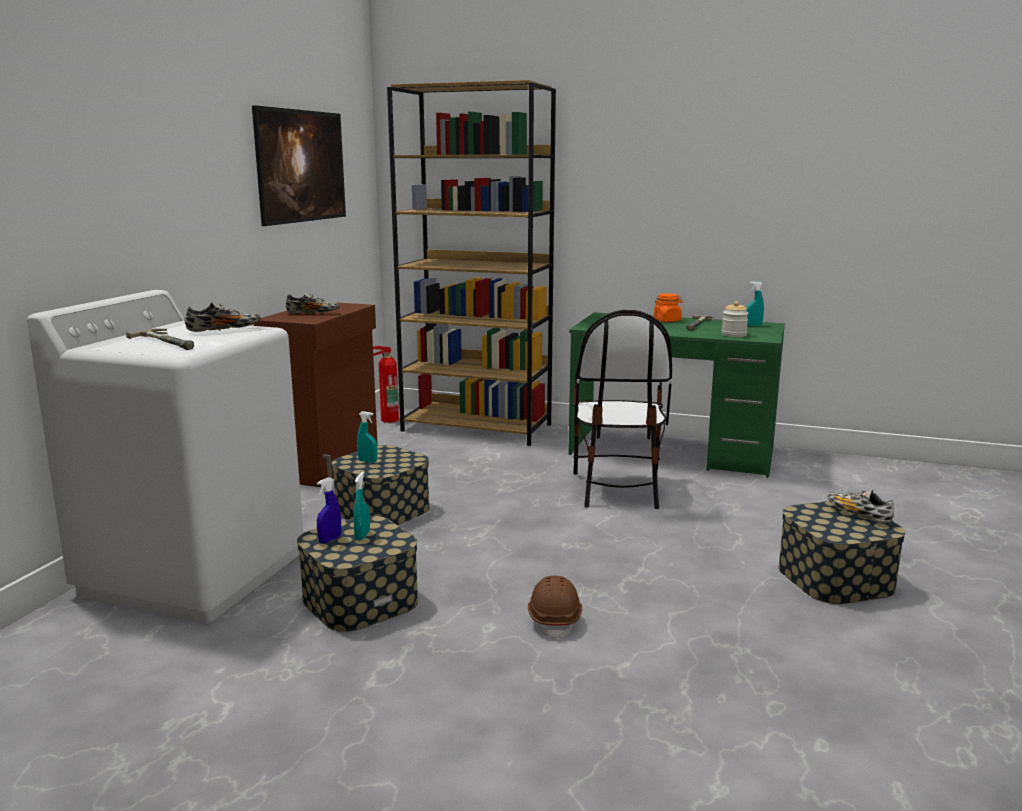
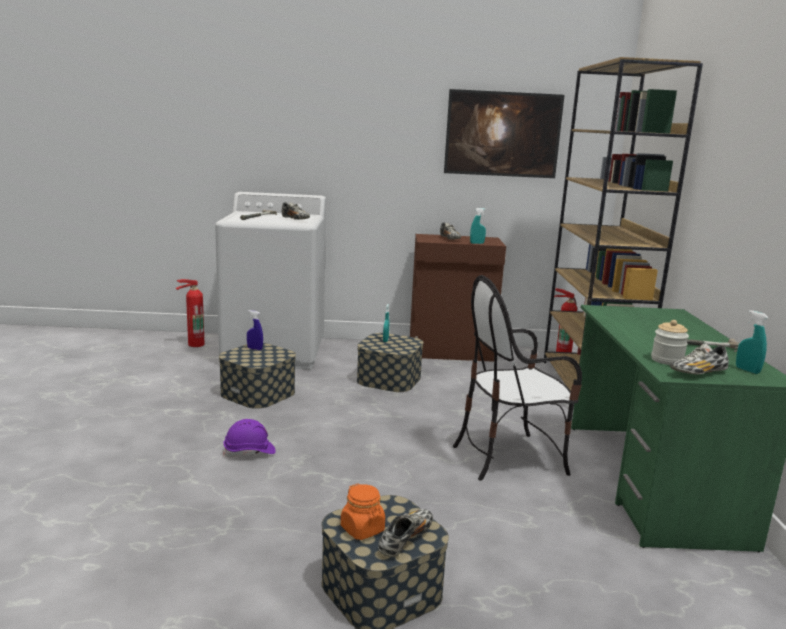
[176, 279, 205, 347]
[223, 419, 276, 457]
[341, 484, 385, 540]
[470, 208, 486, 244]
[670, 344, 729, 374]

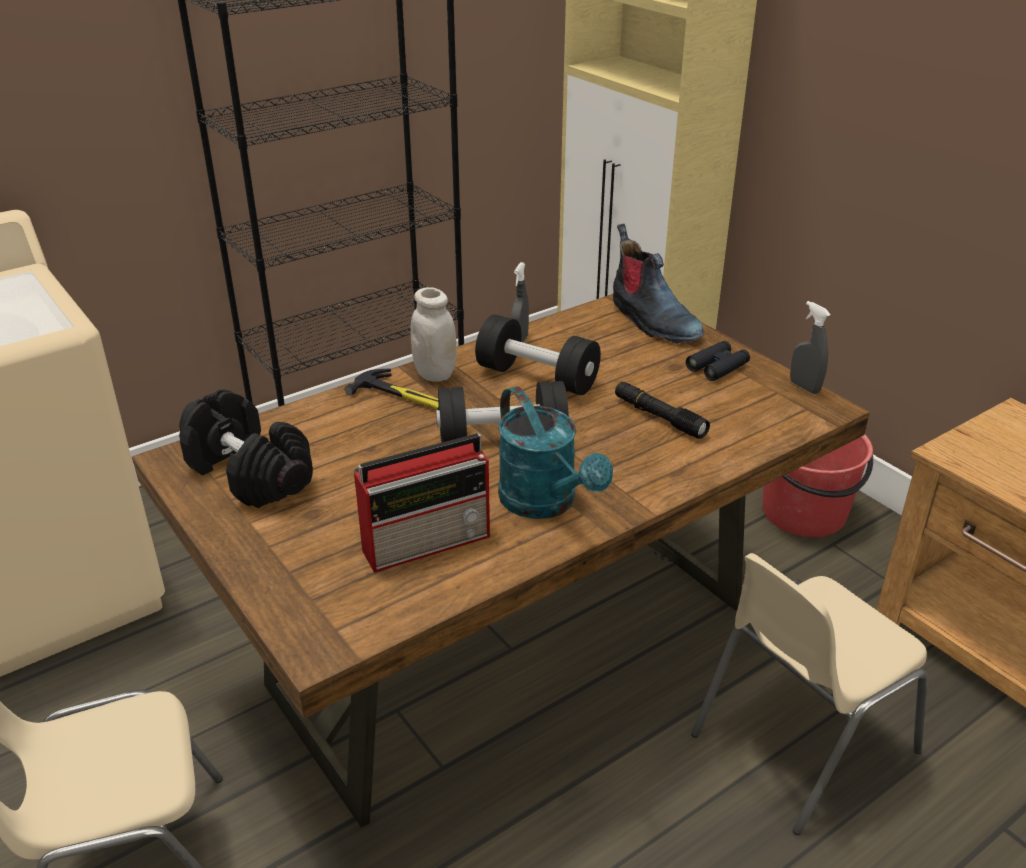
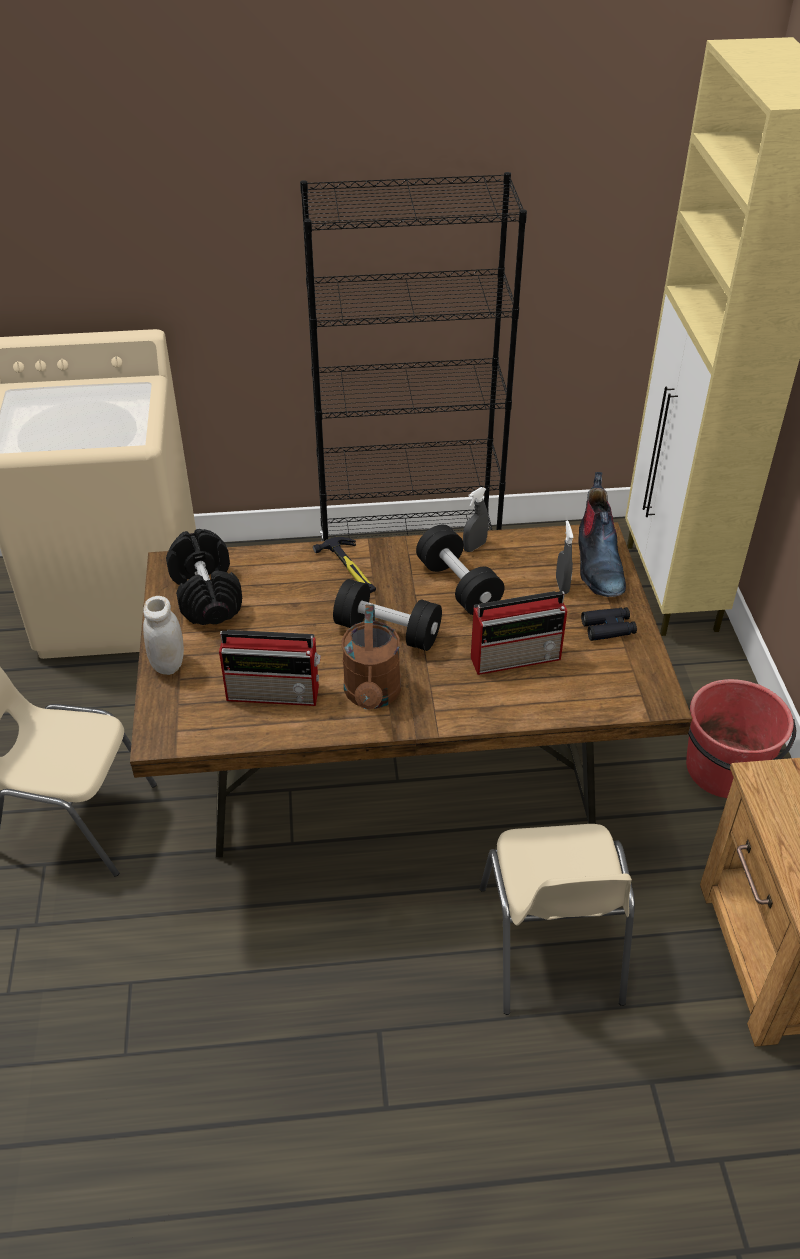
[143, 596, 184, 675]
[342, 604, 401, 710]
[471, 591, 567, 675]
[480, 824, 635, 1015]
[556, 521, 574, 594]

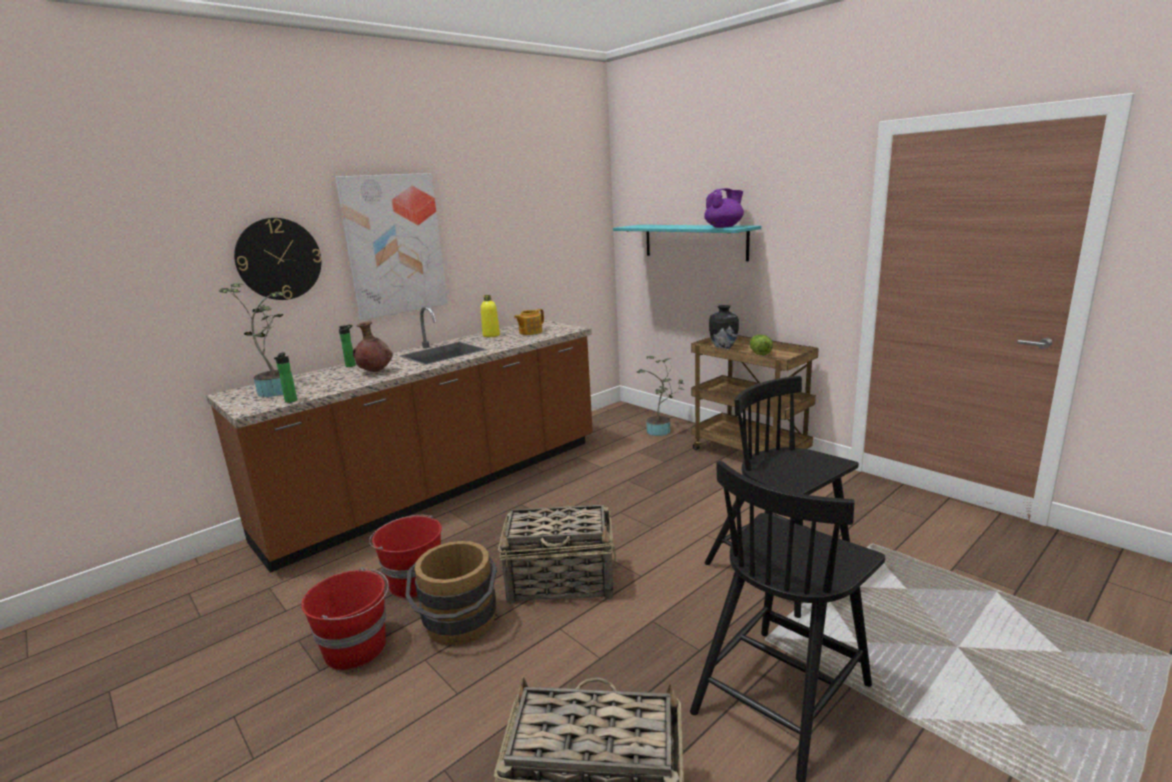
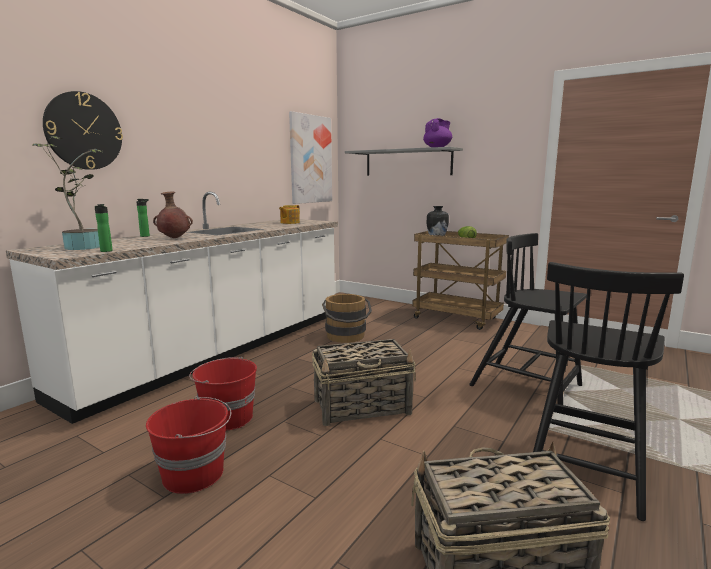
[6, 192, 338, 424]
[289, 111, 332, 204]
[322, 294, 372, 343]
[345, 147, 463, 176]
[481, 295, 500, 337] (first image)
[637, 356, 684, 436] (first image)

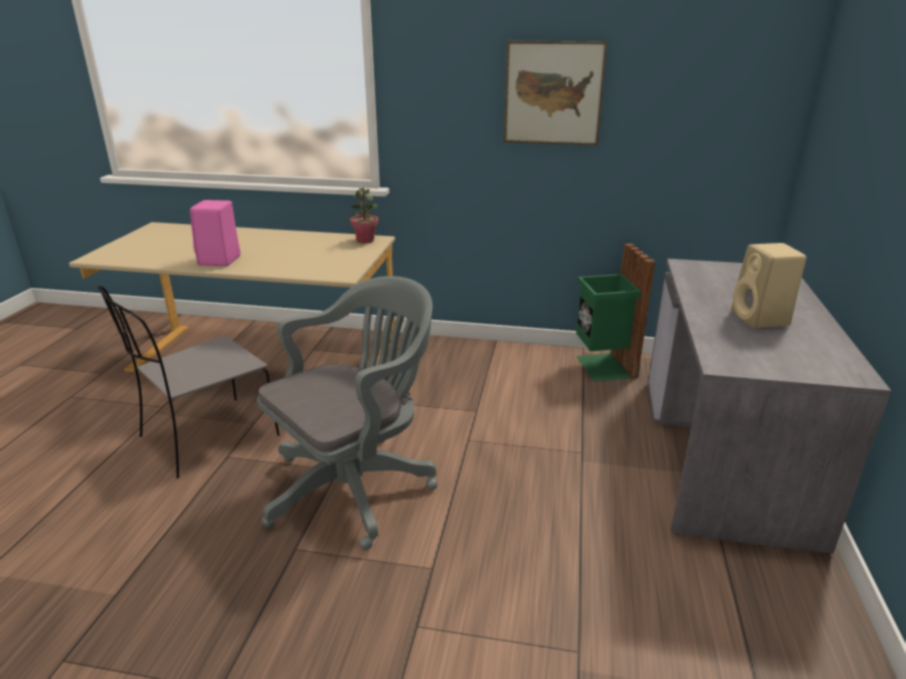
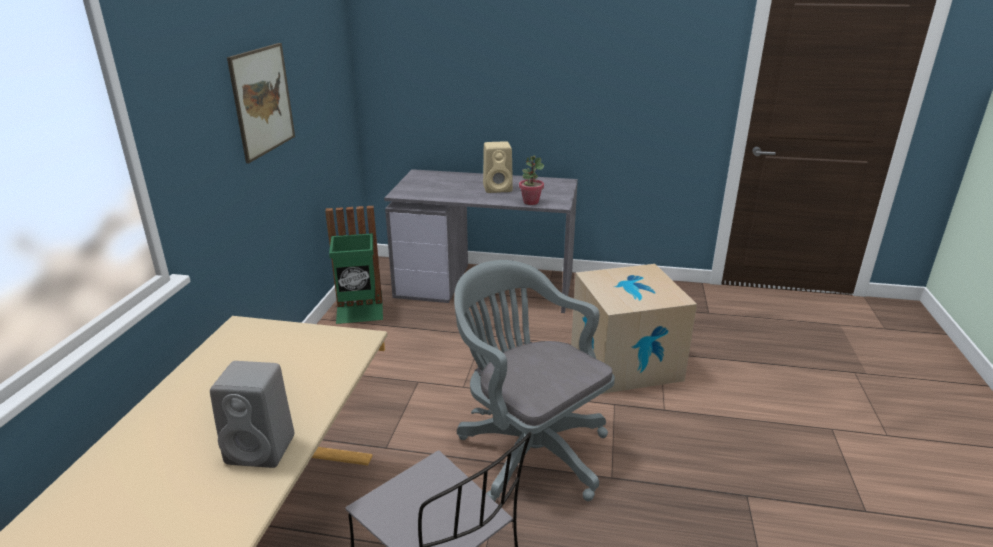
[210, 361, 294, 468]
[519, 155, 544, 205]
[571, 264, 697, 394]

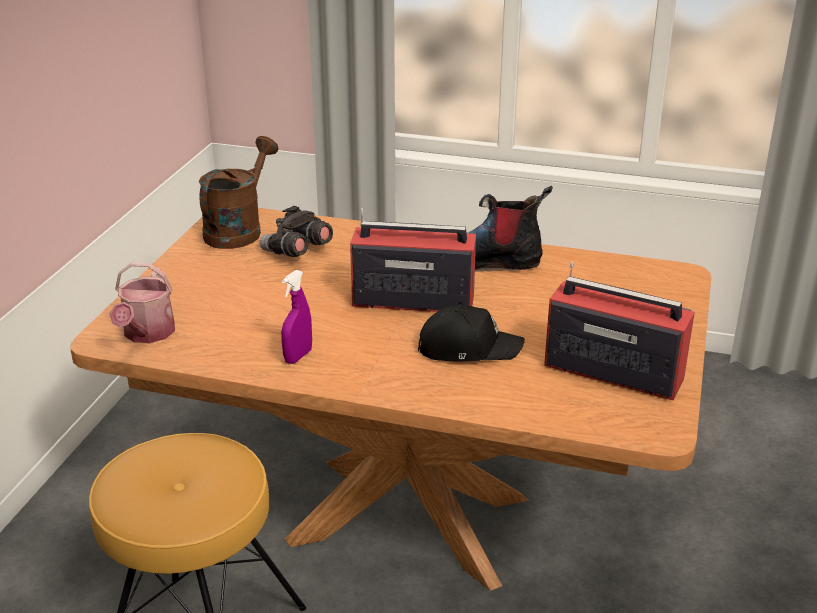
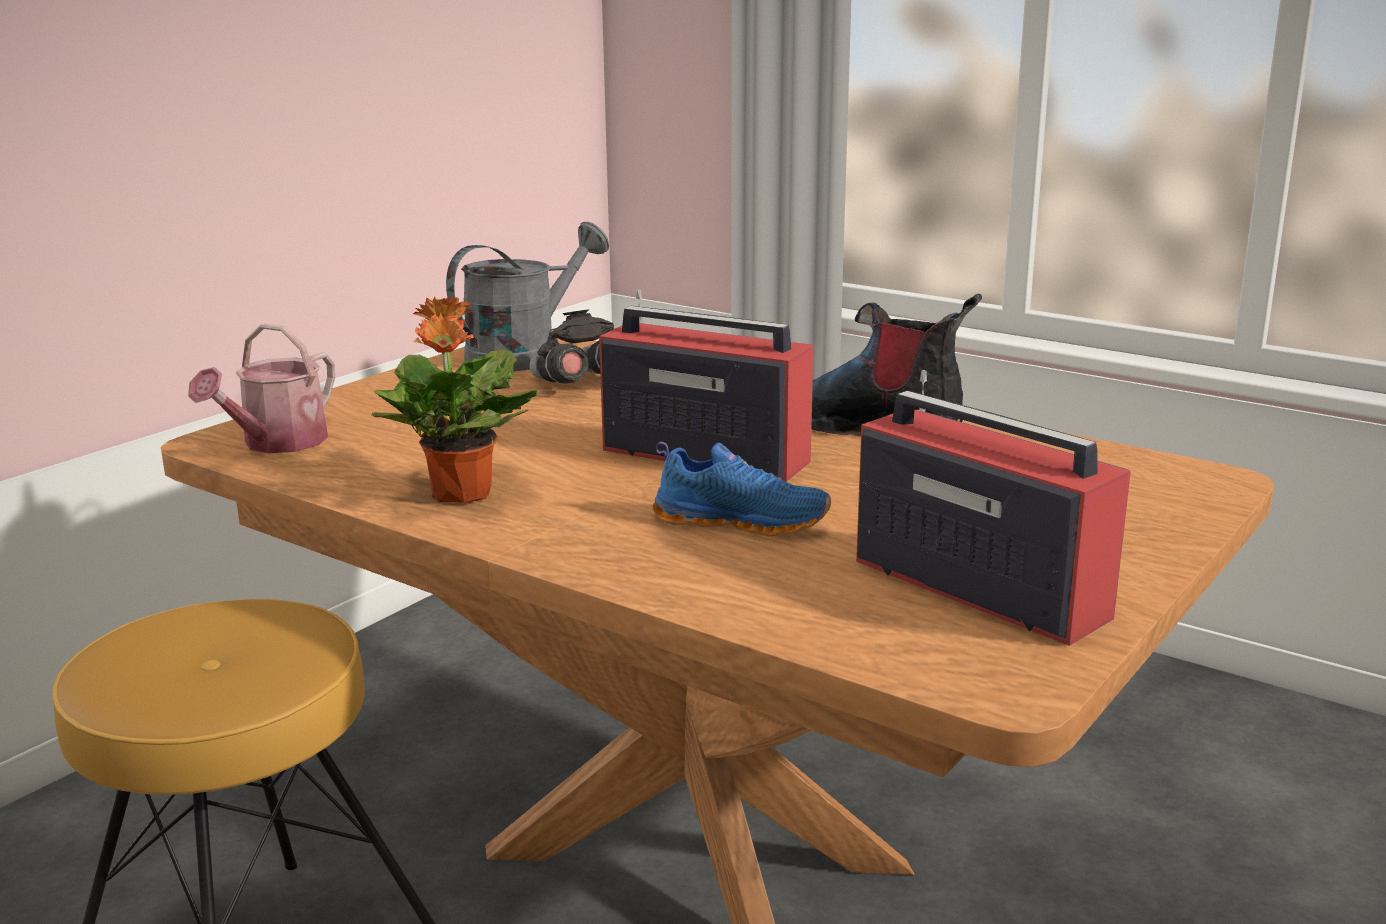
[372, 296, 538, 503]
[446, 222, 609, 372]
[653, 442, 831, 536]

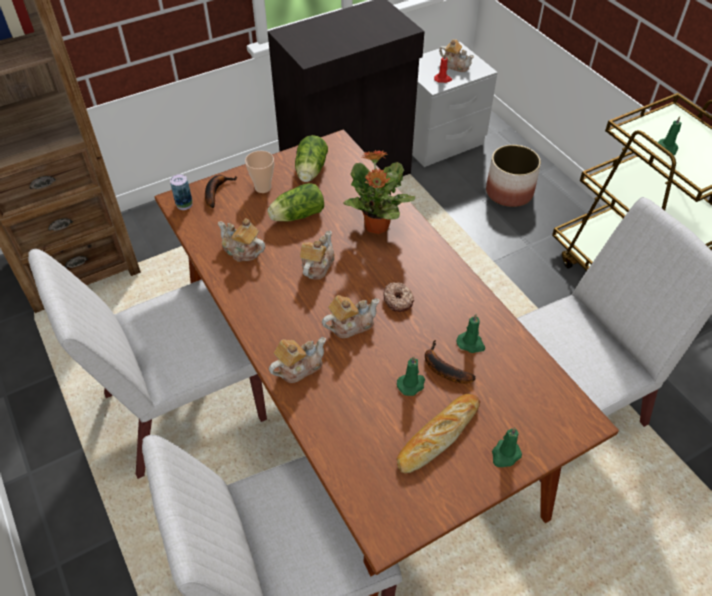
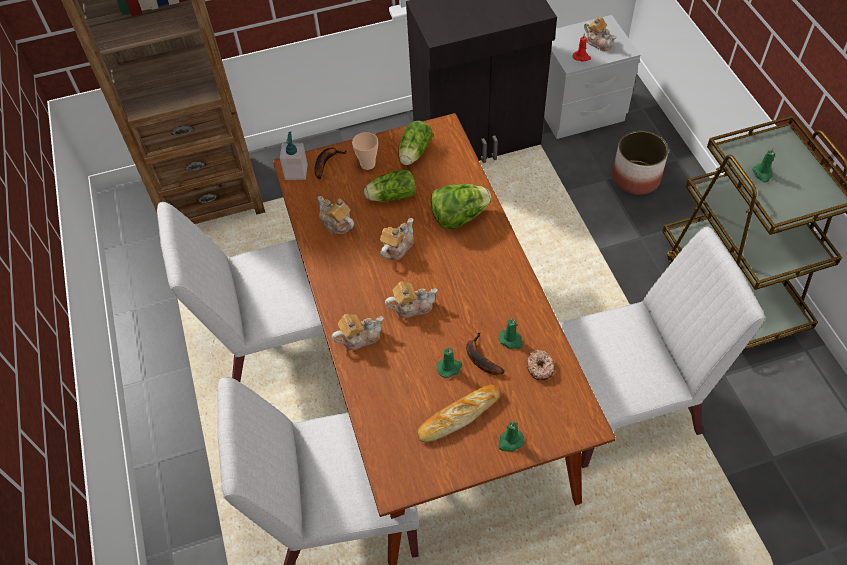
[280, 132, 308, 180]
[431, 184, 492, 229]
[527, 350, 555, 380]

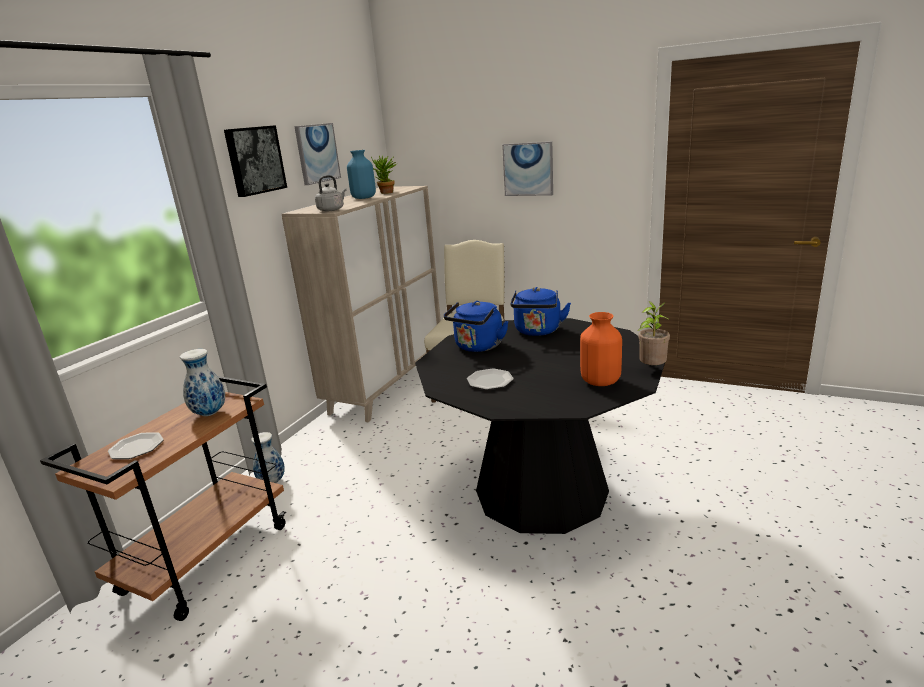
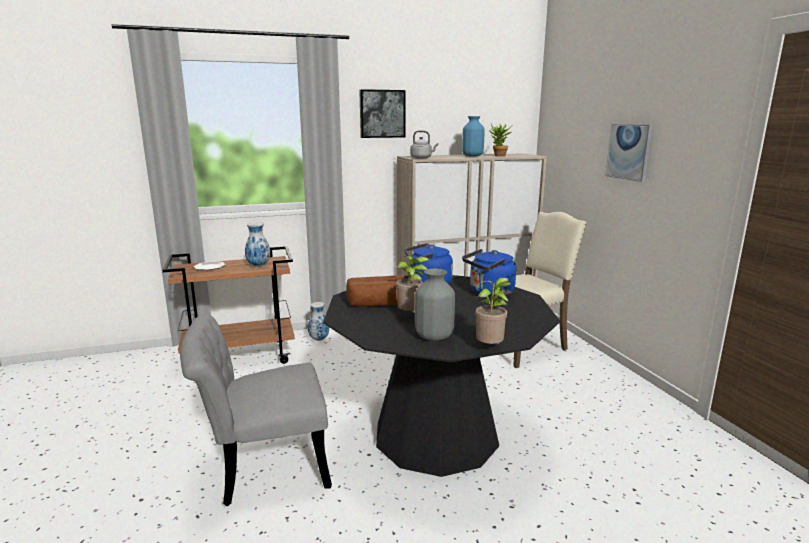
[180, 314, 332, 506]
[346, 275, 406, 307]
[396, 256, 429, 313]
[415, 268, 455, 341]
[294, 123, 341, 185] (first image)

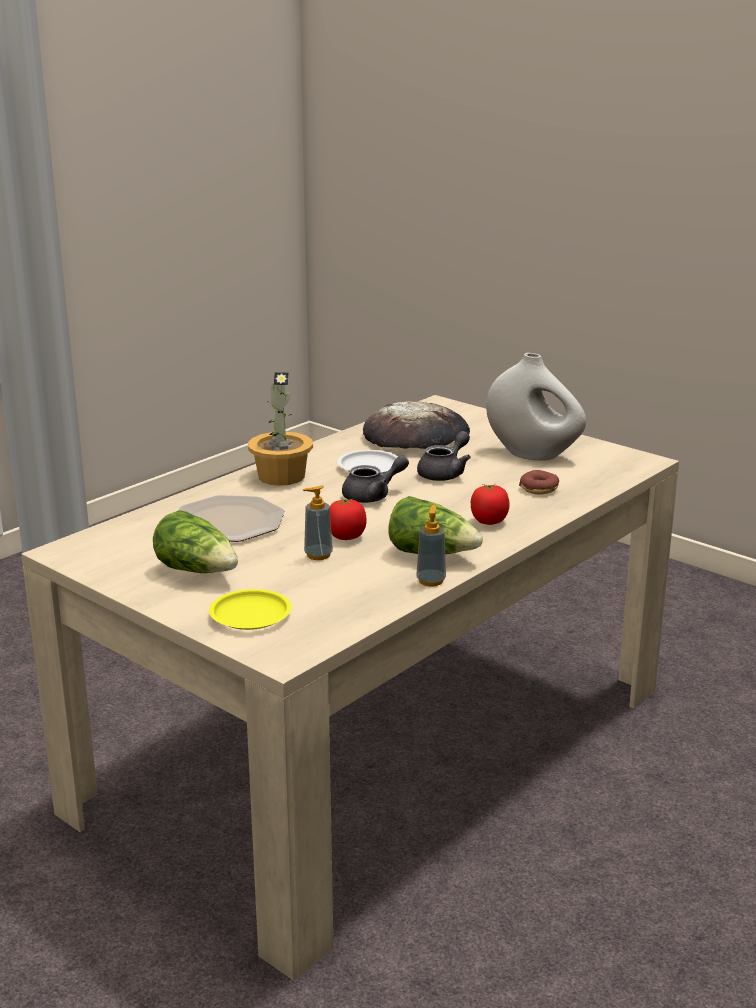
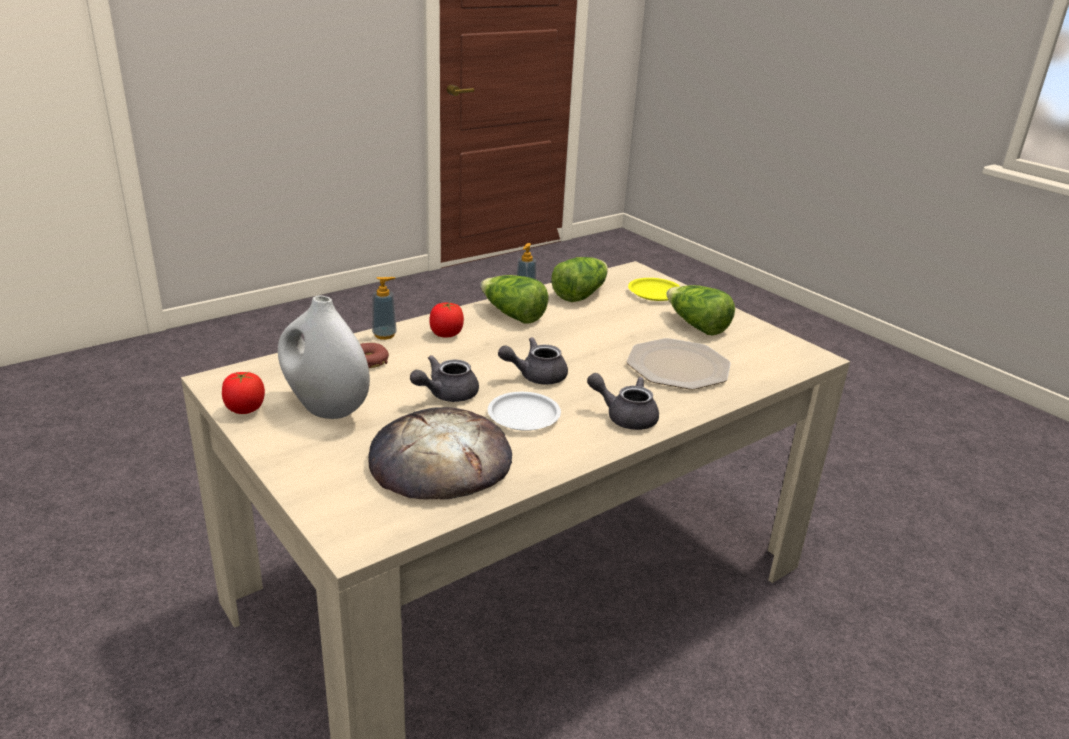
[222, 372, 265, 414]
[372, 277, 397, 340]
[551, 257, 608, 302]
[587, 373, 659, 430]

